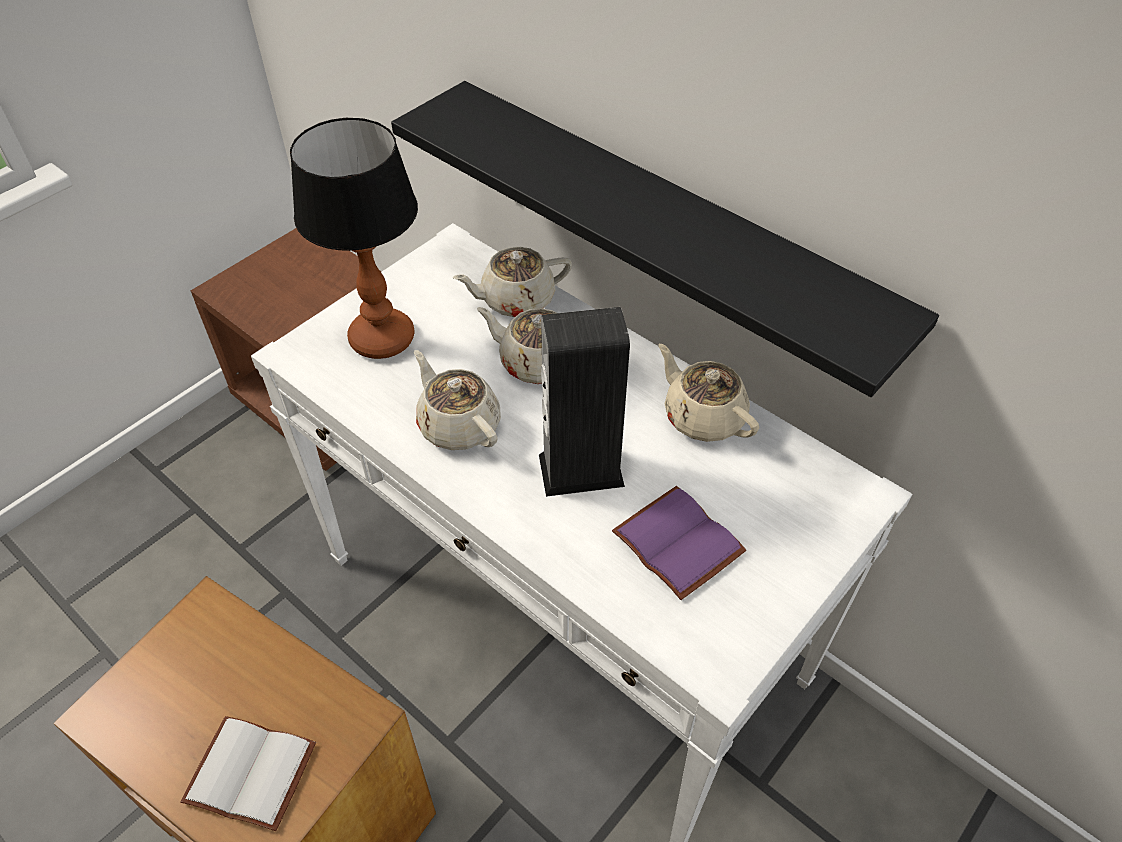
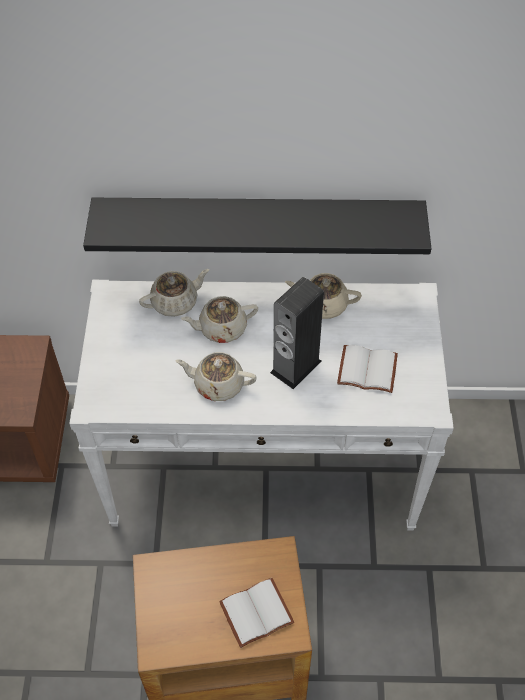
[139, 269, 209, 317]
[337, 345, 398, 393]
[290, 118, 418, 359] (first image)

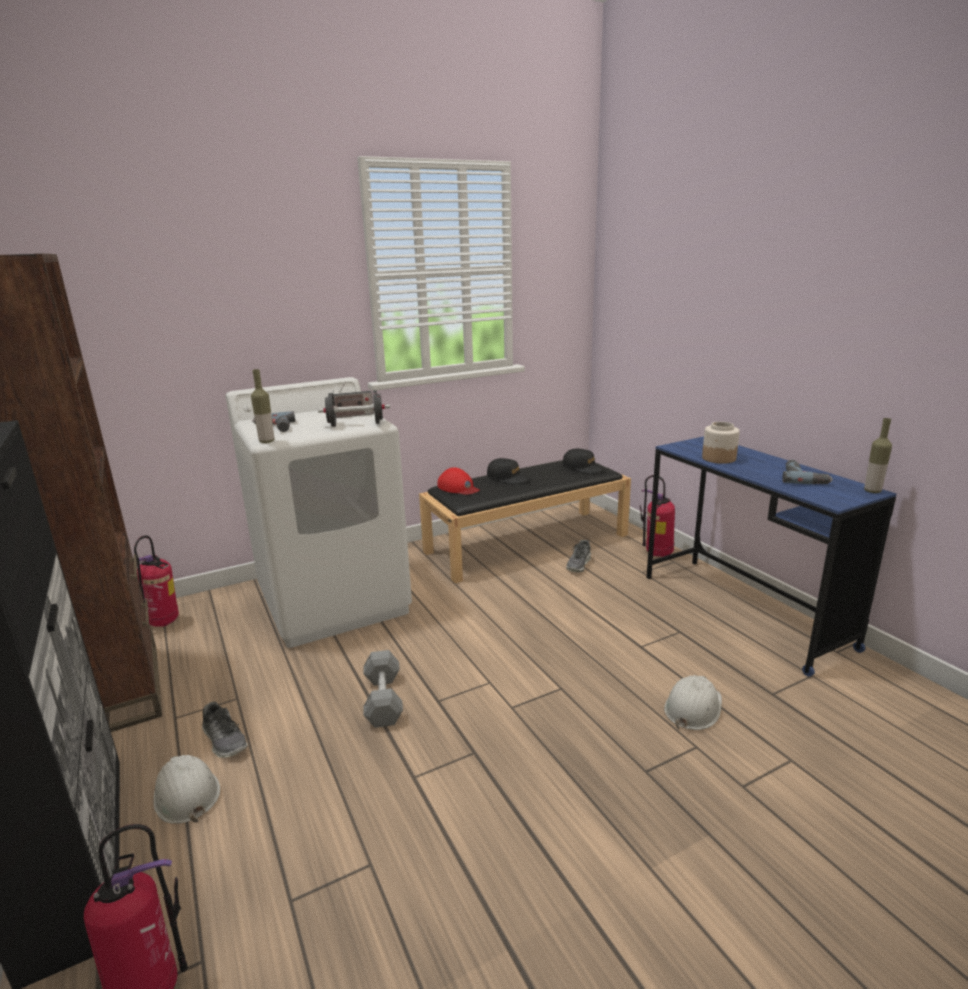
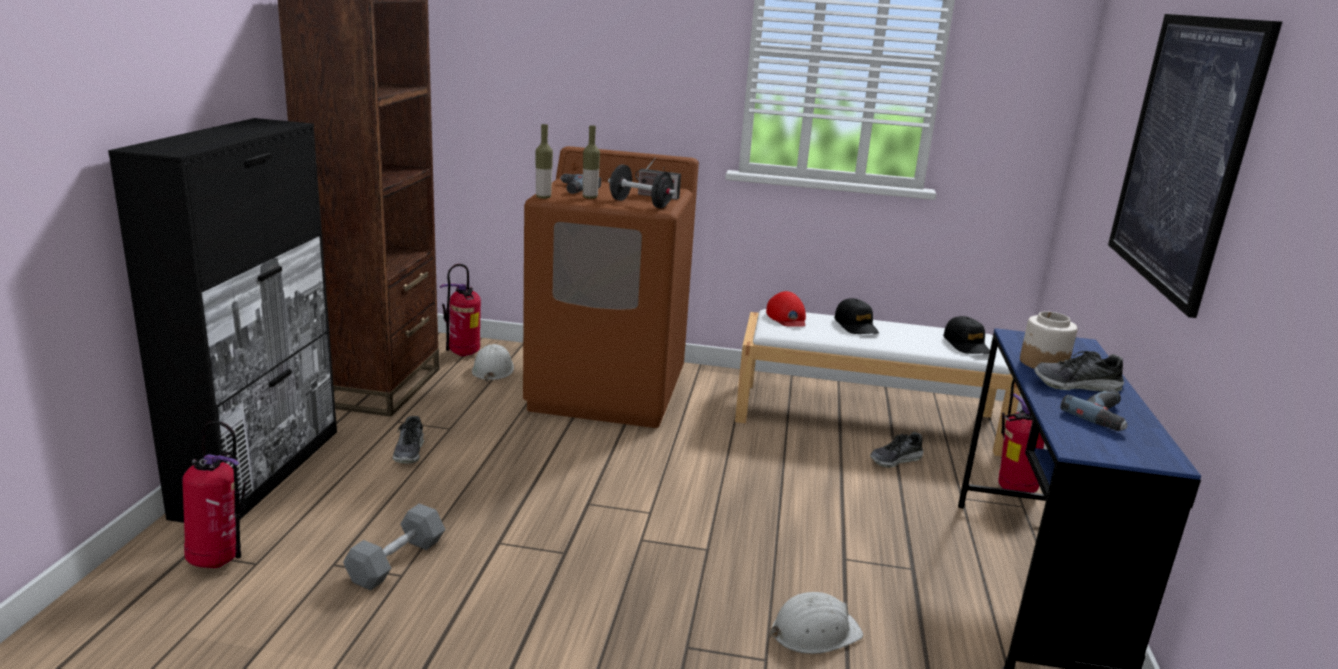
[343, 503, 446, 591]
[472, 344, 514, 382]
[523, 146, 699, 428]
[583, 125, 600, 199]
[735, 309, 1020, 457]
[1035, 351, 1124, 392]
[1108, 14, 1282, 318]

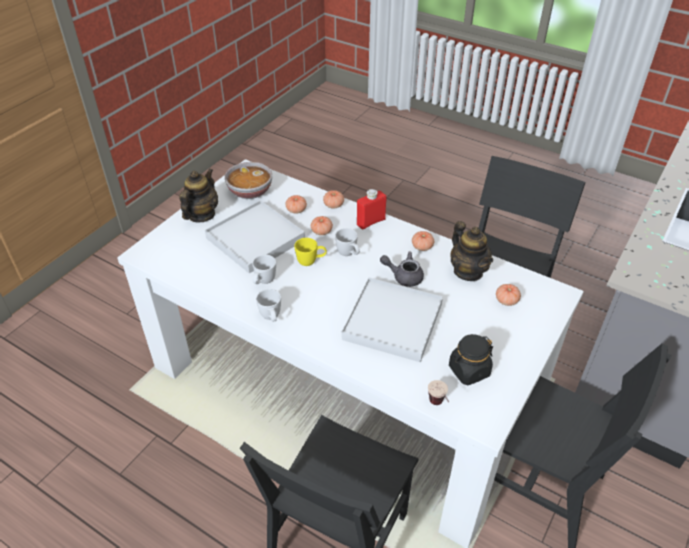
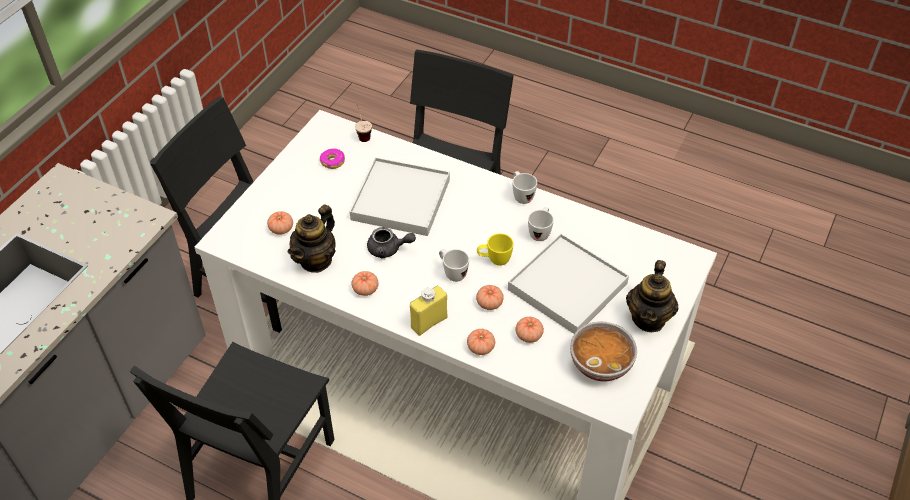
[288, 205, 336, 273]
[320, 149, 345, 169]
[410, 286, 447, 336]

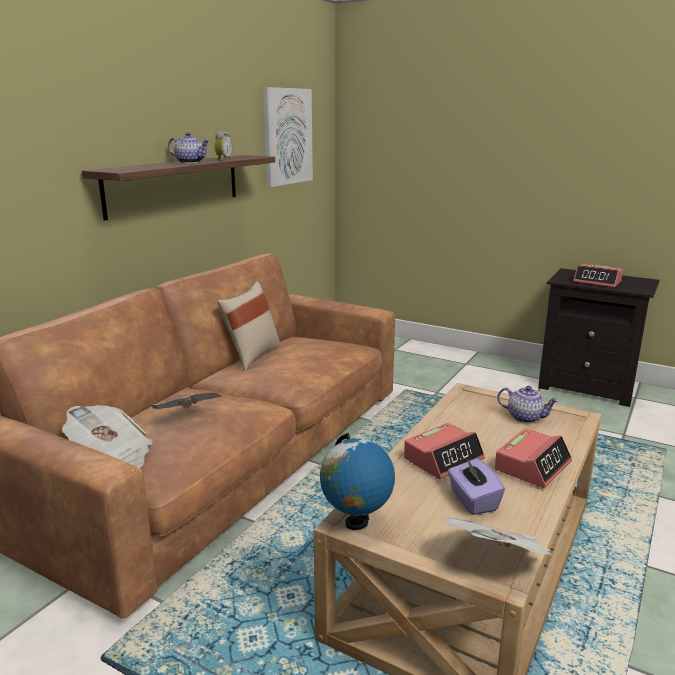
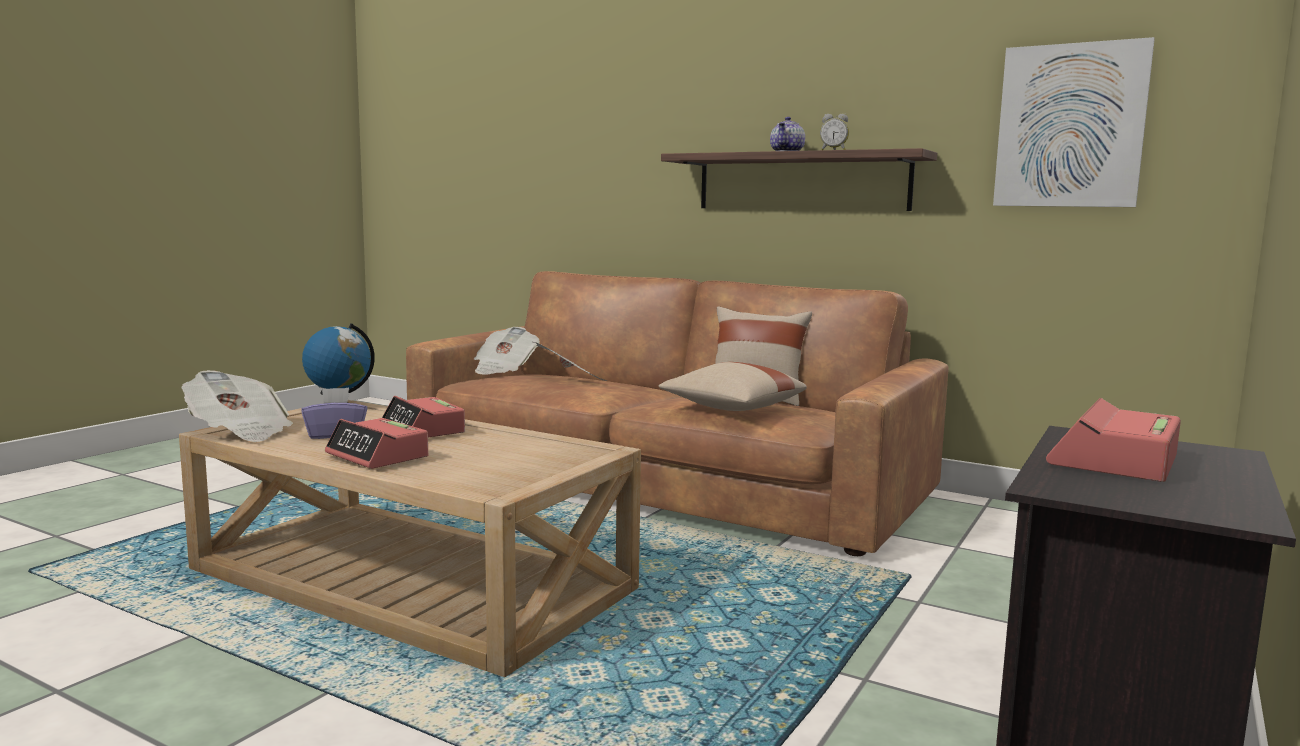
[659, 362, 807, 411]
[497, 386, 559, 423] (first image)

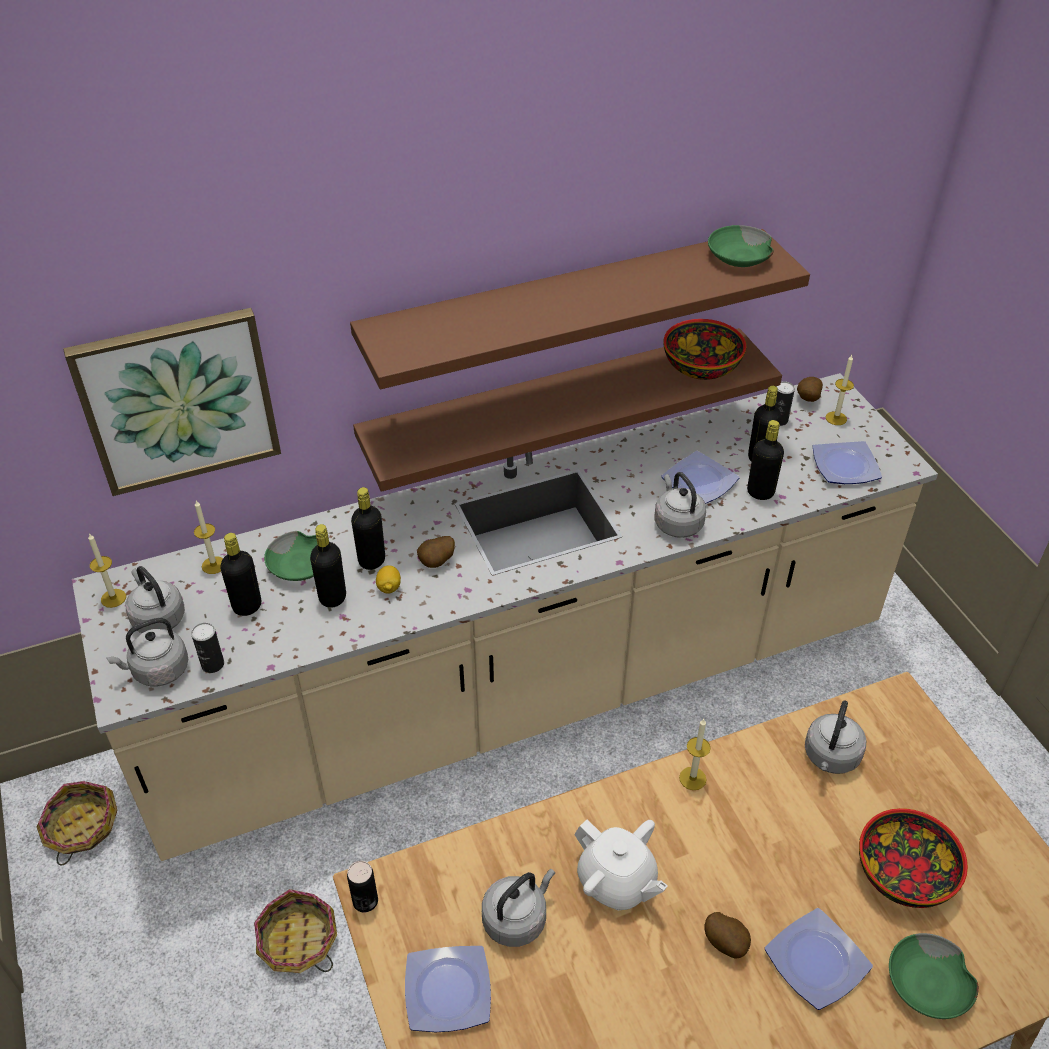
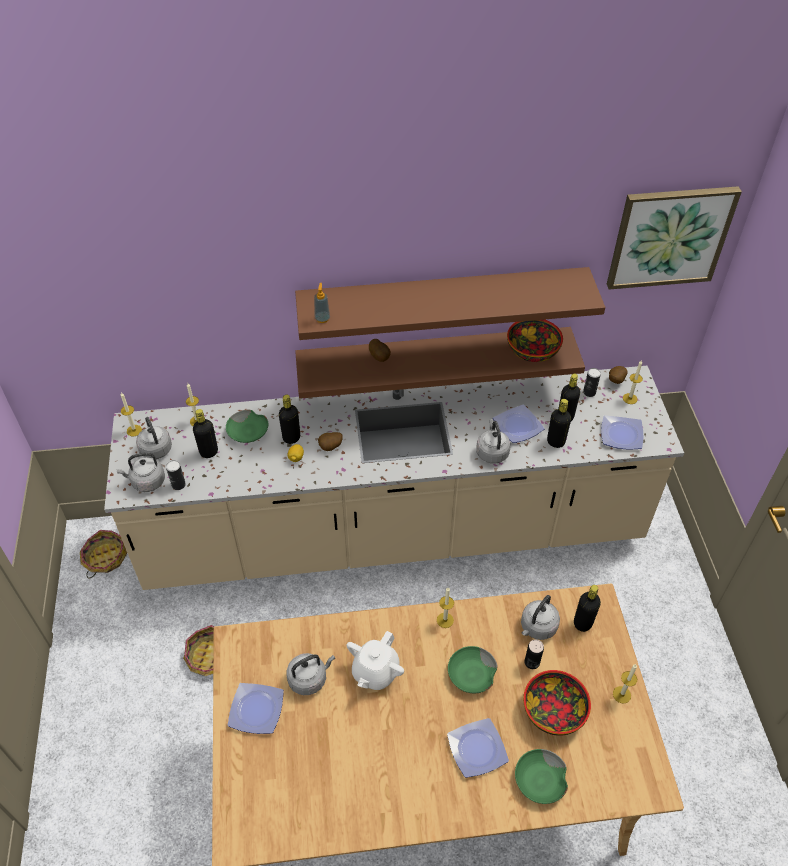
[314, 283, 330, 323]
[347, 631, 404, 690]
[369, 339, 391, 362]
[448, 646, 498, 693]
[524, 639, 544, 669]
[574, 585, 601, 632]
[607, 186, 742, 290]
[613, 664, 637, 703]

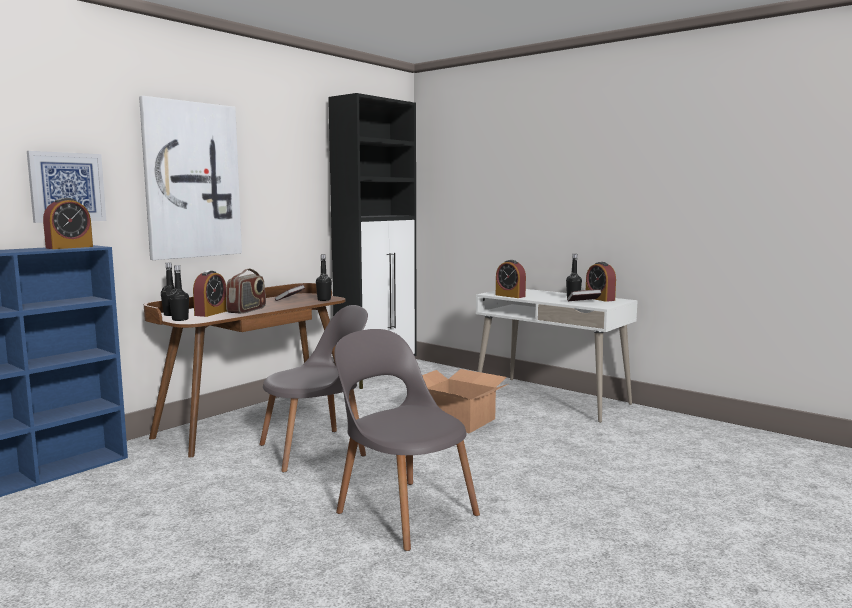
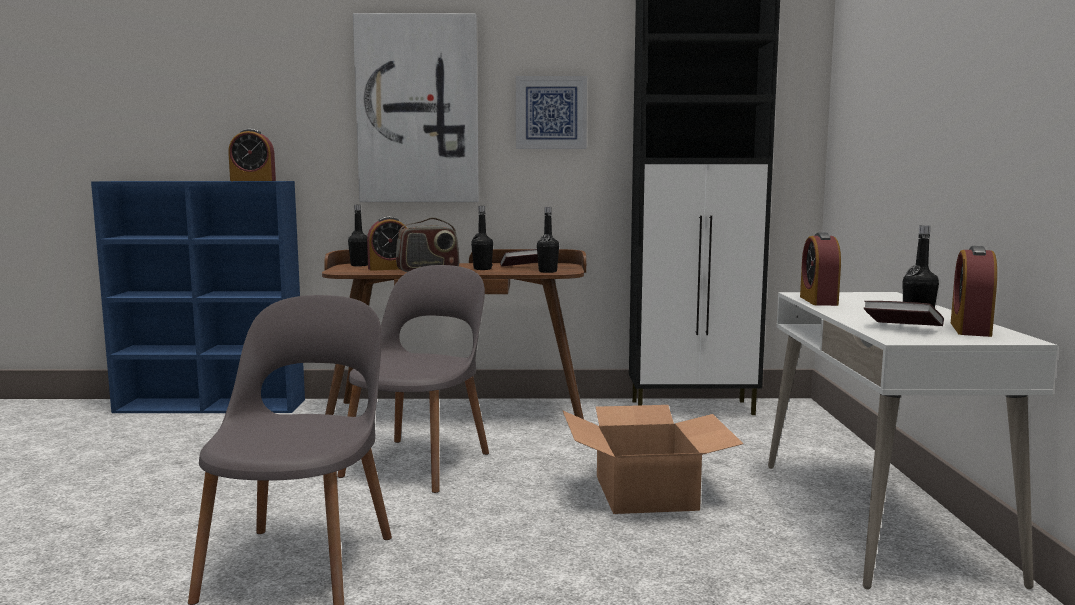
[337, 265, 489, 493]
[471, 206, 493, 270]
[516, 76, 587, 149]

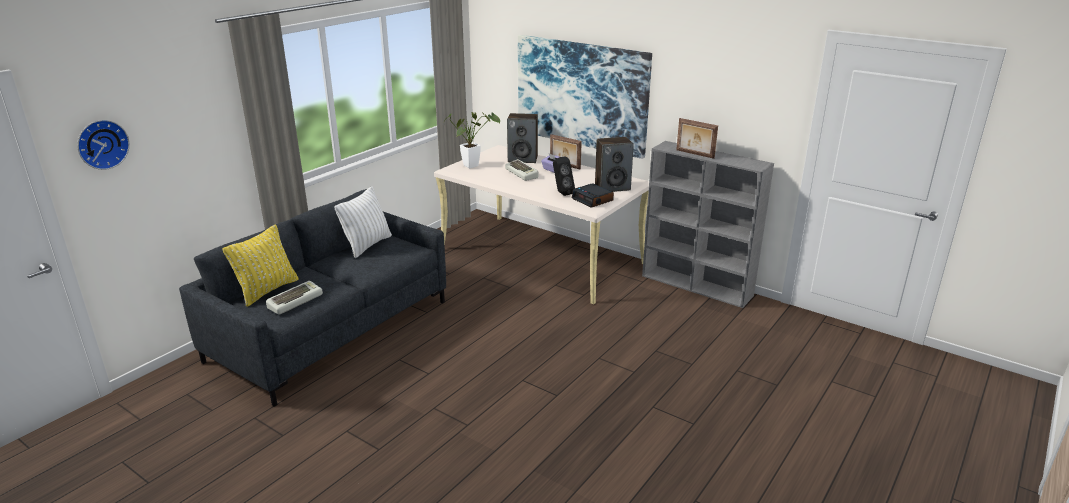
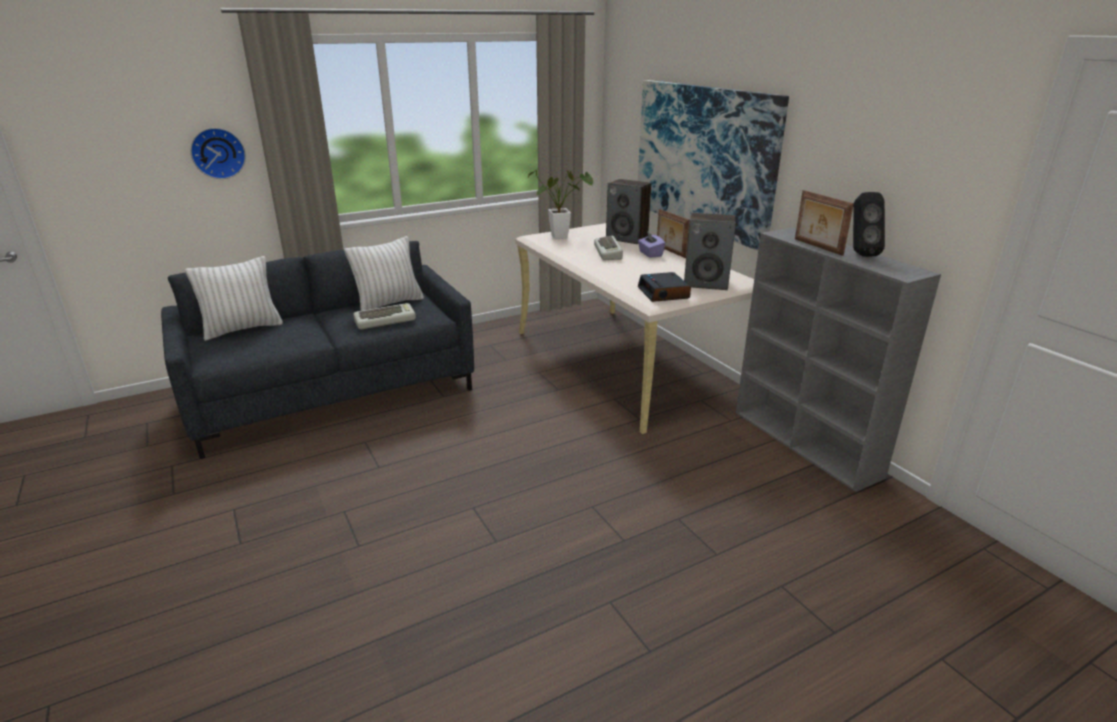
[185, 256, 283, 341]
[190, 128, 246, 179]
[353, 303, 416, 329]
[853, 192, 885, 257]

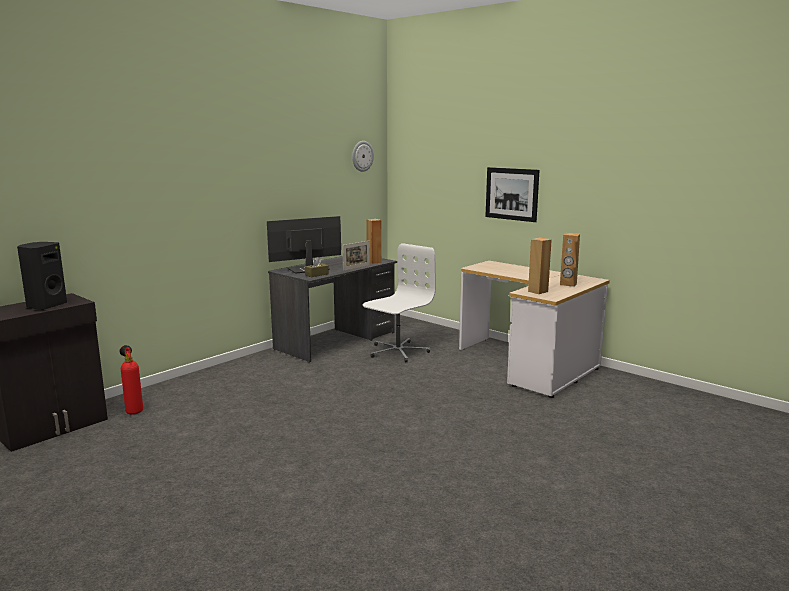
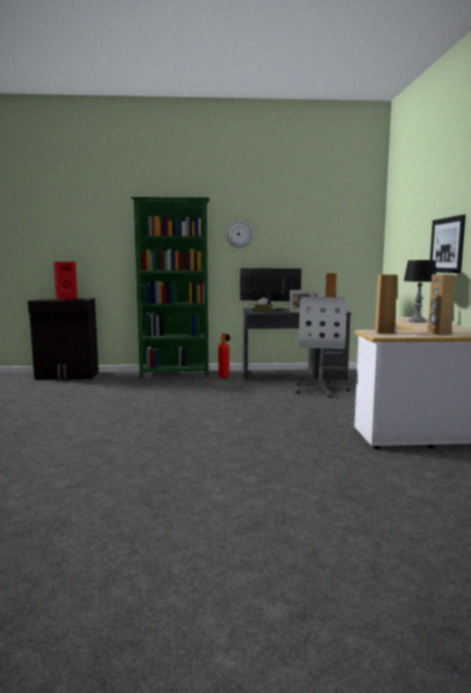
[54, 262, 78, 300]
[131, 197, 209, 378]
[218, 333, 230, 378]
[226, 220, 253, 248]
[296, 297, 350, 398]
[404, 260, 436, 323]

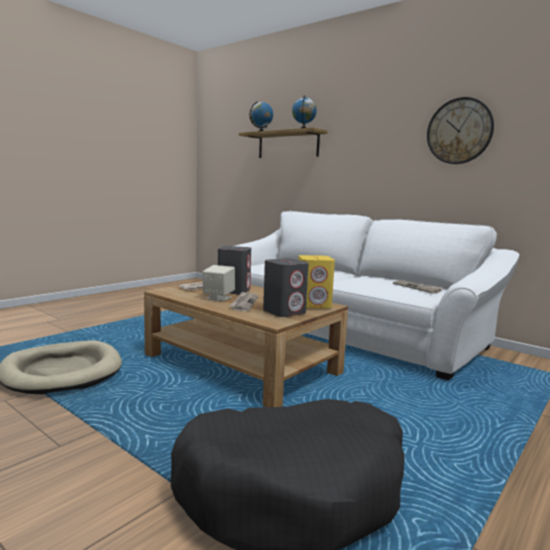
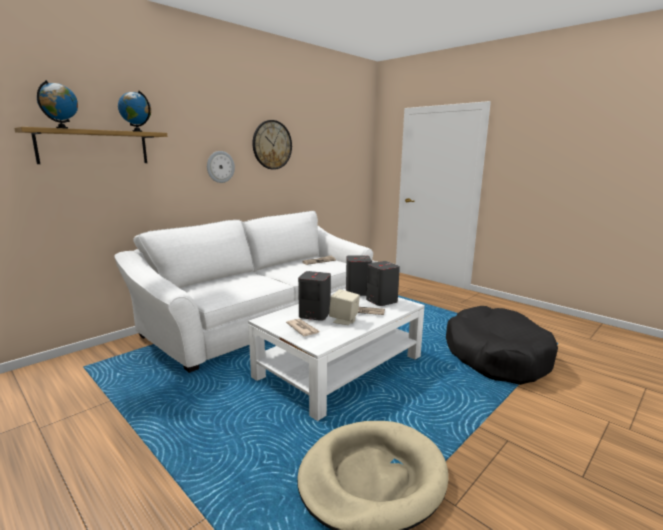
[207, 151, 235, 183]
[248, 288, 425, 421]
[346, 255, 372, 296]

